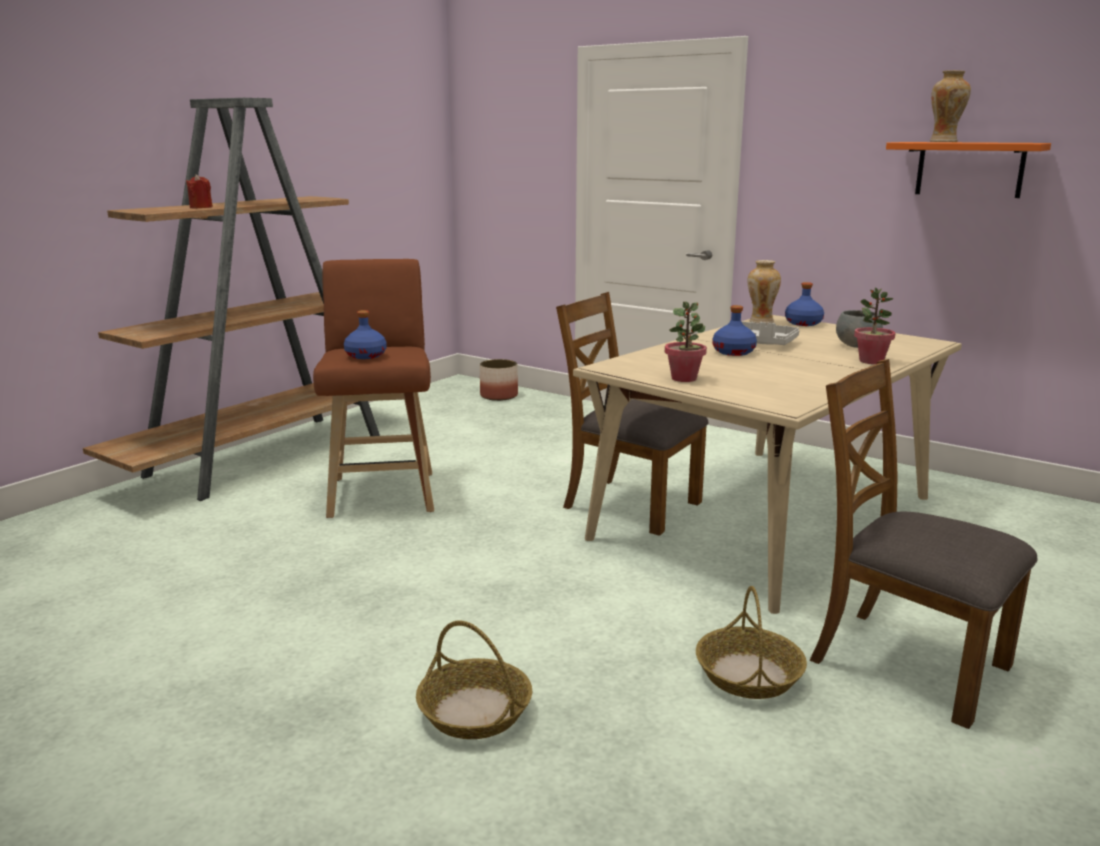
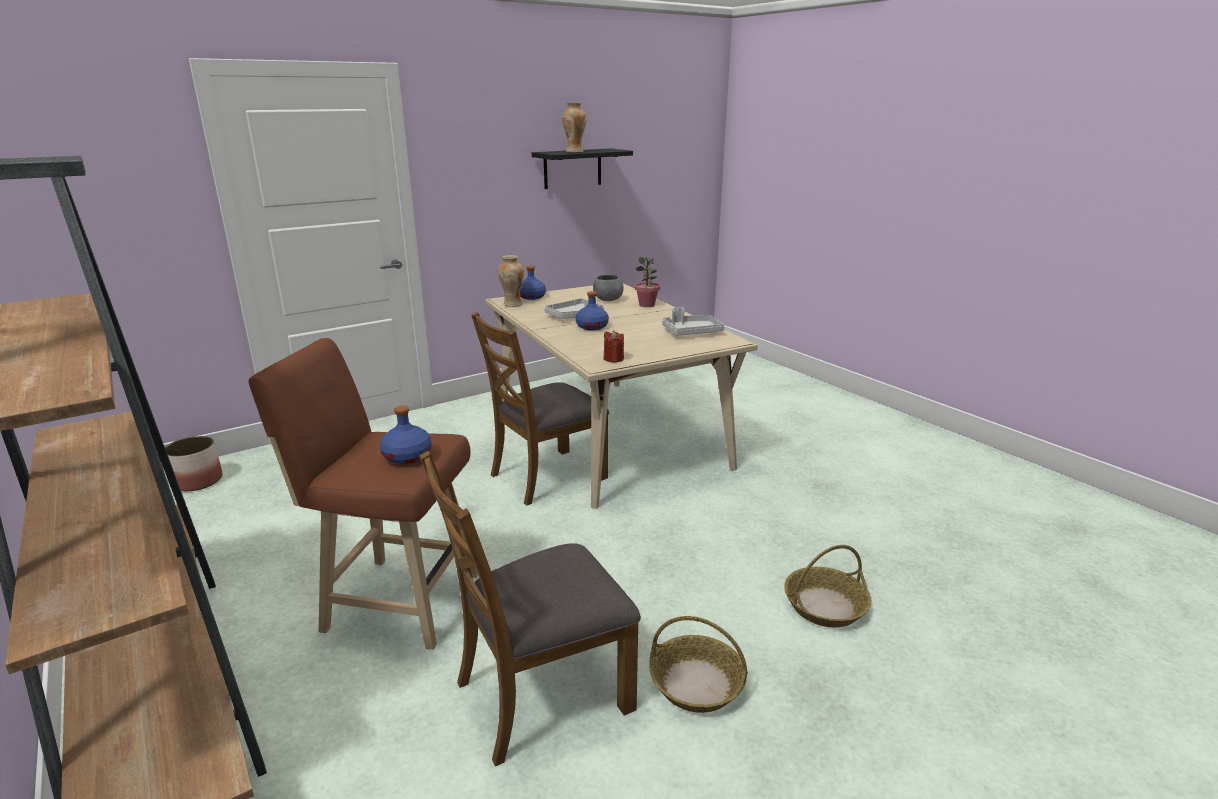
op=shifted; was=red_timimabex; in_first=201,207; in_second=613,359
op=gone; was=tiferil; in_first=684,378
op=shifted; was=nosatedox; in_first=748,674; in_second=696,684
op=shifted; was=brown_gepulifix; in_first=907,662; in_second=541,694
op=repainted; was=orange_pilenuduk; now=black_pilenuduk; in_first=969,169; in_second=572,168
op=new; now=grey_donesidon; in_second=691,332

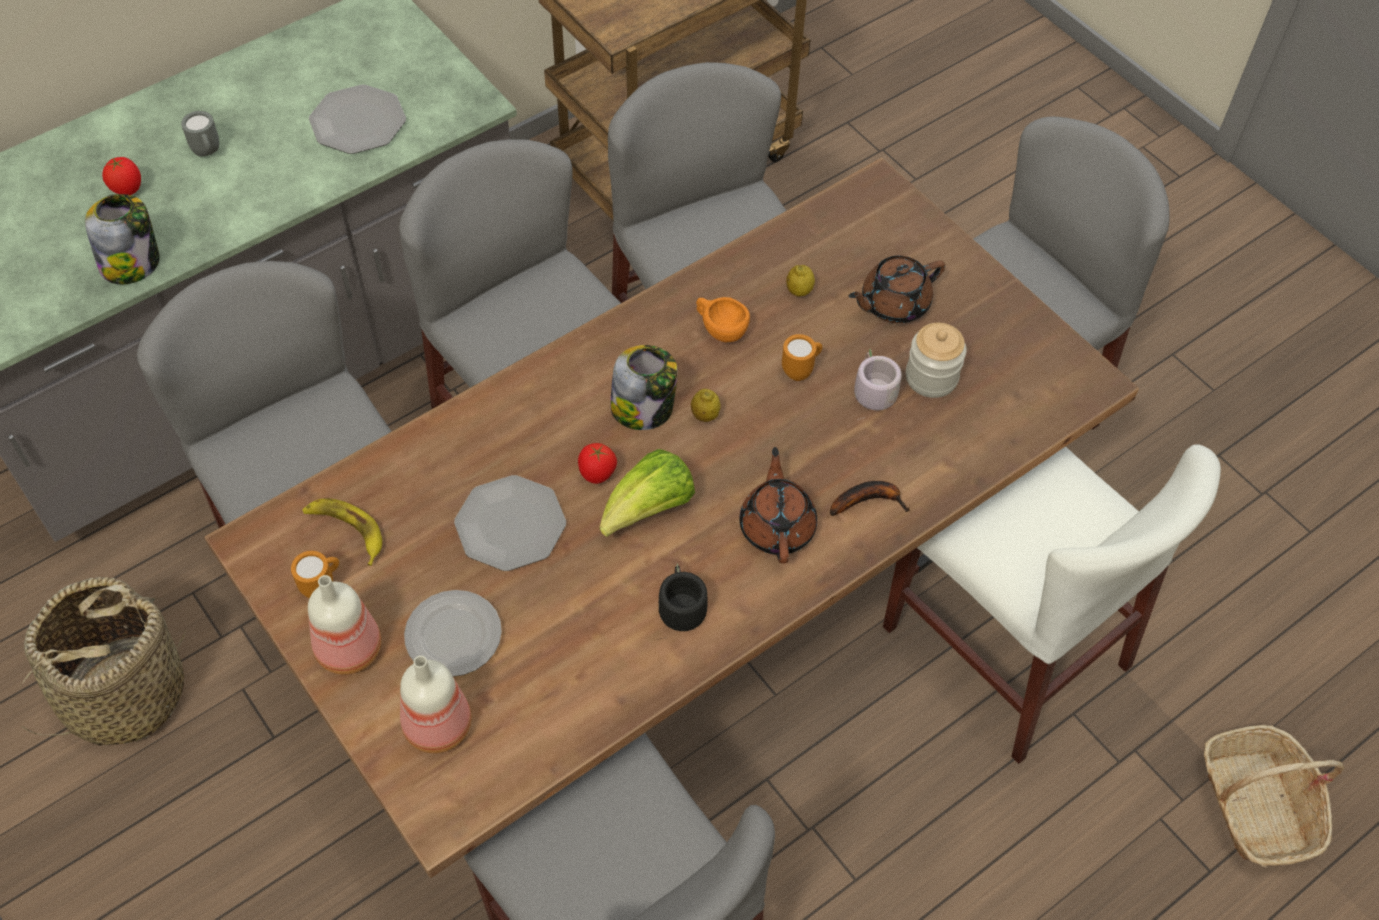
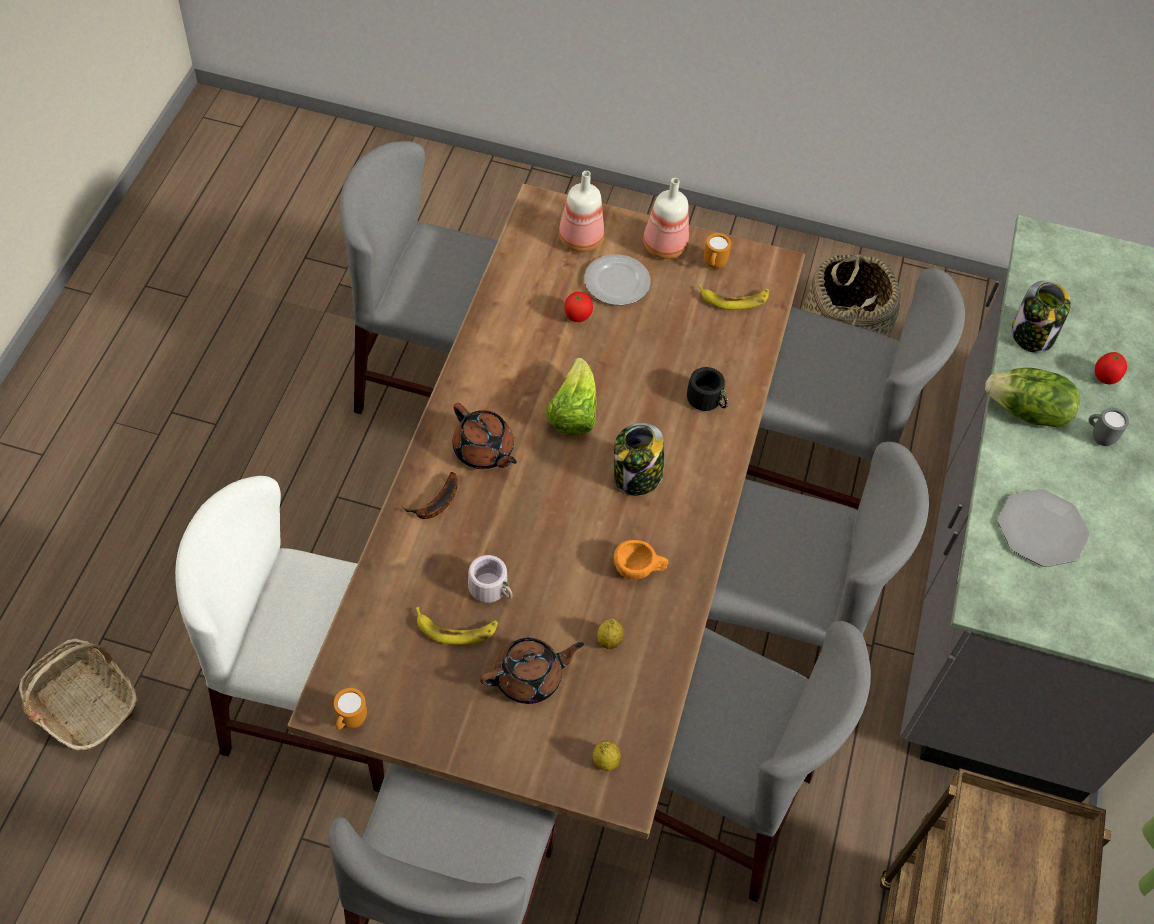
op=gone; was=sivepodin; in_first=510,525
op=shifted; was=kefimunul; in_first=597,475; in_second=577,317
op=shifted; was=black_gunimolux; in_first=678,607; in_second=708,400
op=shifted; was=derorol; in_first=705,415; in_second=605,761
op=shifted; was=orange_gunimolux; in_first=801,370; in_second=350,722
op=rotated; was=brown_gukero; in_first=893,303; in_second=529,677; clockwise=45
op=swapped; was=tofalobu; now=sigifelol; in_first=931,377; in_second=456,629
op=new; now=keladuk; in_second=1027,412

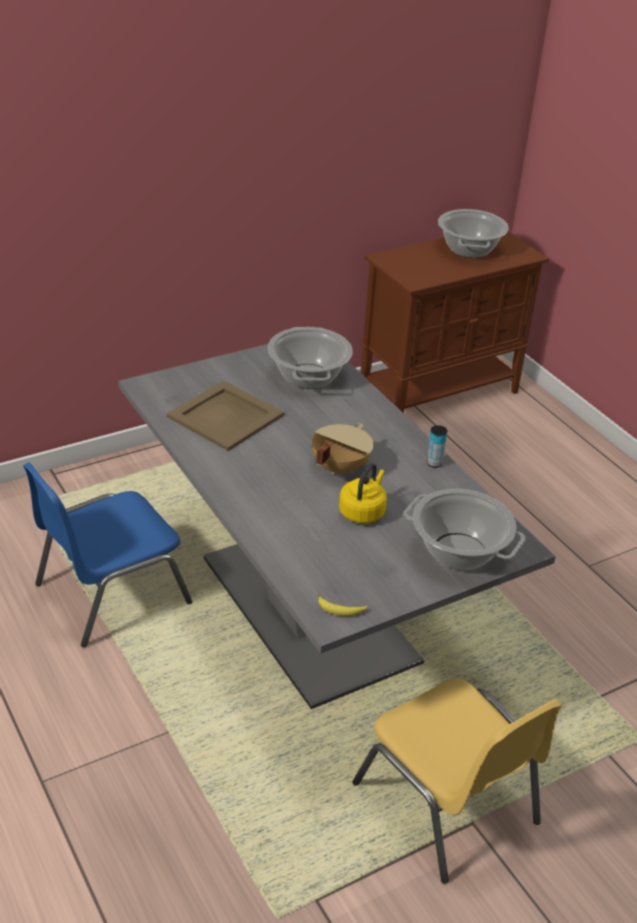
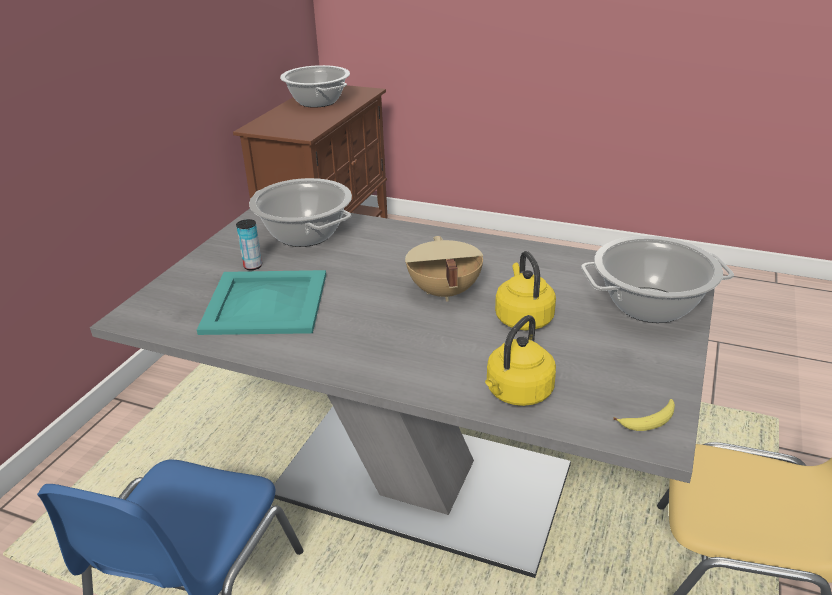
op=repainted; was=beige_donesidon; now=turquoise_donesidon; in_first=224,416; in_second=264,303
op=shifted; was=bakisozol; in_first=434,463; in_second=253,266
op=new; now=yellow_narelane; in_second=517,393

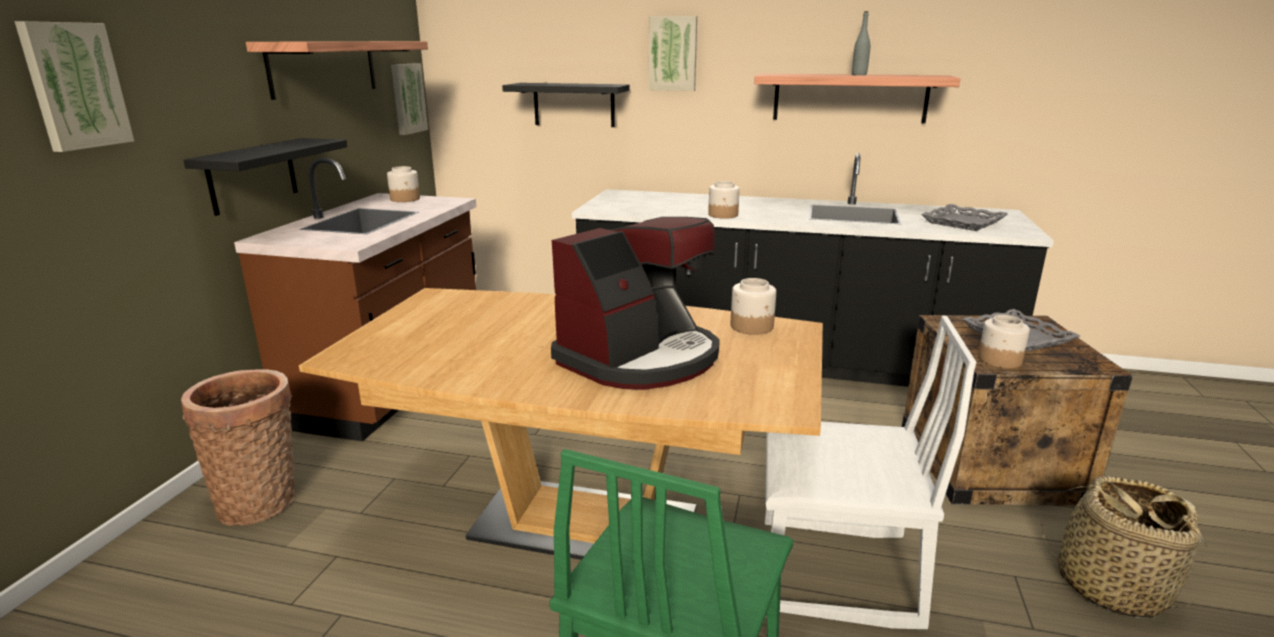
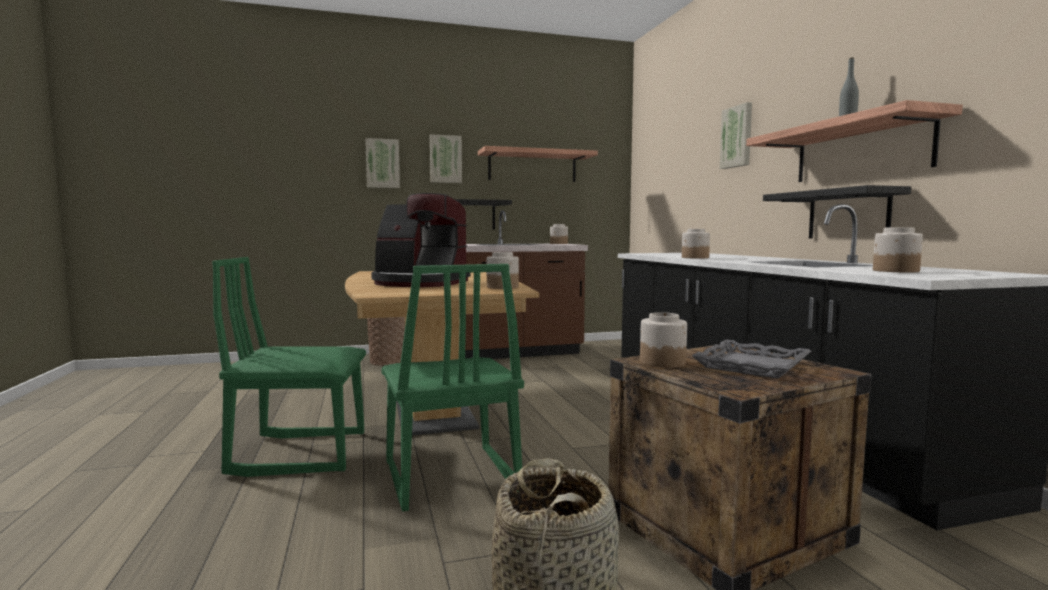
op=shifted; was=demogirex; in_first=407,98; in_second=445,159
op=shifted; was=black_pilenuduk; in_first=574,104; in_second=848,215
op=repainted; was=white_gepulifix; now=green_gepulifix; in_first=837,573; in_second=448,478
op=swapped; was=grey_donesidon; now=tofalobu; in_first=963,222; in_second=895,271

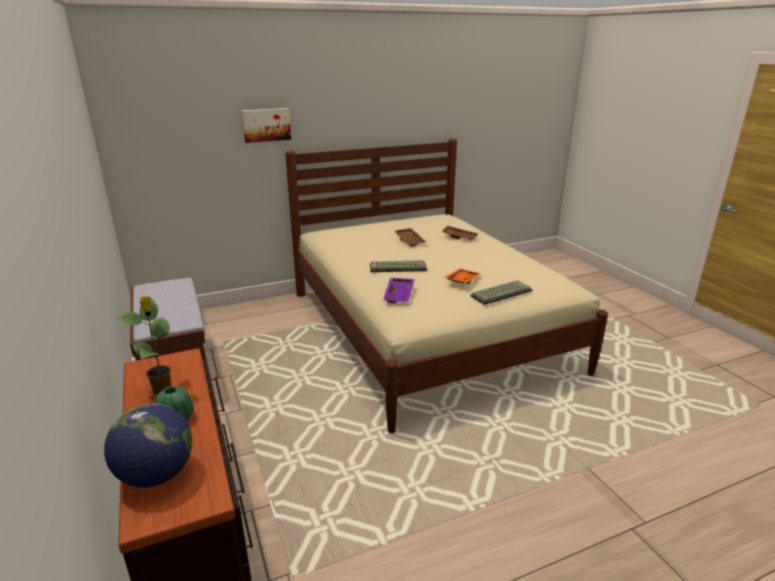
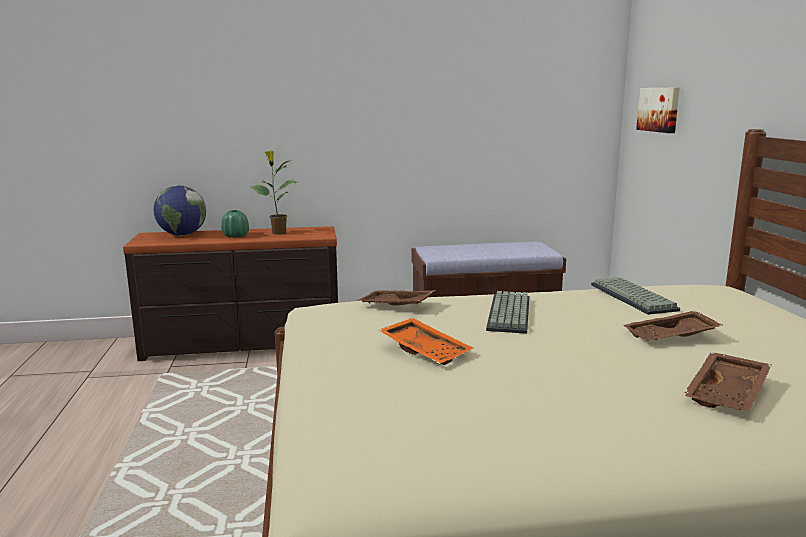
op=shifted; was=demogirex; in_first=266,125; in_second=659,109
op=repainted; was=purple_donesidon; now=brown_donesidon; in_first=400,295; in_second=395,306
op=shifted; was=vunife; in_first=501,293; in_second=634,297

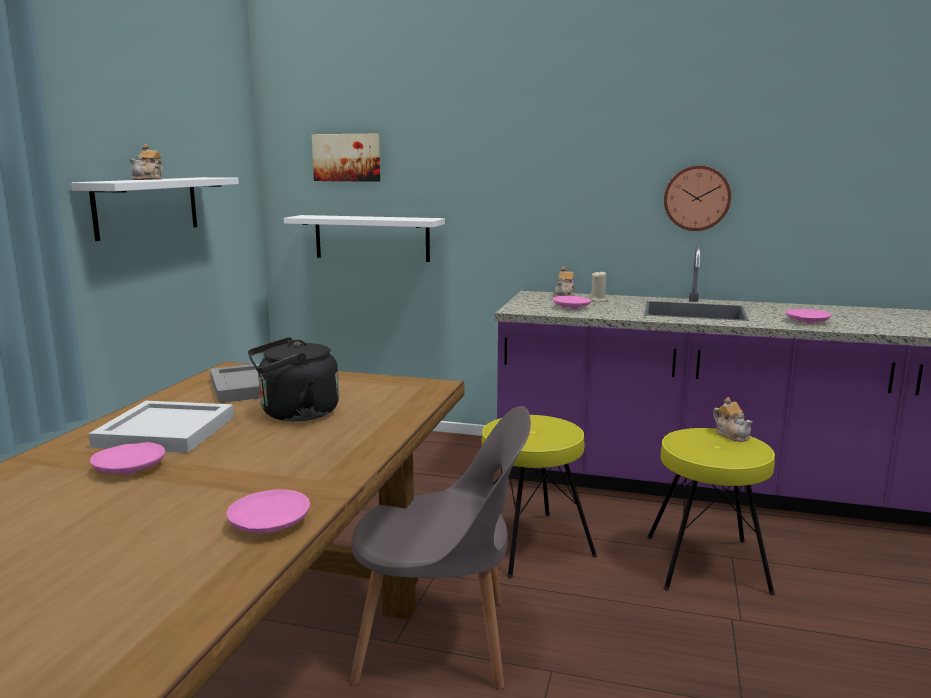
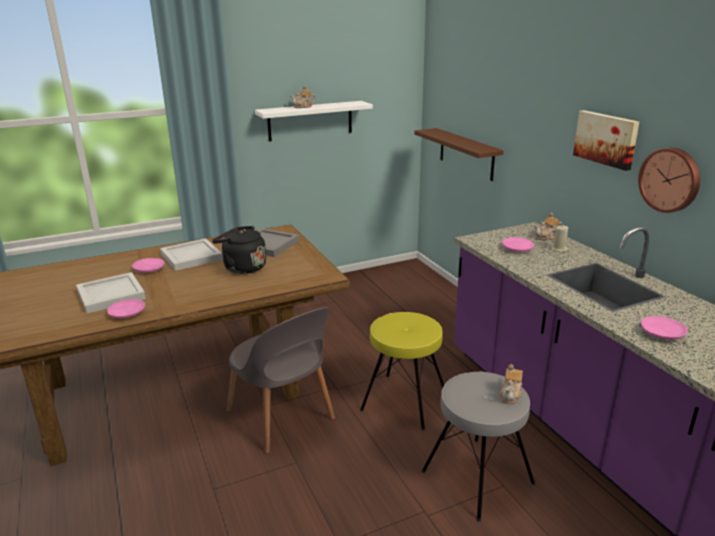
op=repainted; was=white_pilenuduk; now=brown_pilenuduk; in_first=371,238; in_second=466,154
op=shifted; was=demogirex; in_first=347,157; in_second=606,139
op=repainted; was=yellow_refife; now=grey_refife; in_first=706,563; in_second=478,477
op=new; now=white_donesidon; in_second=112,295

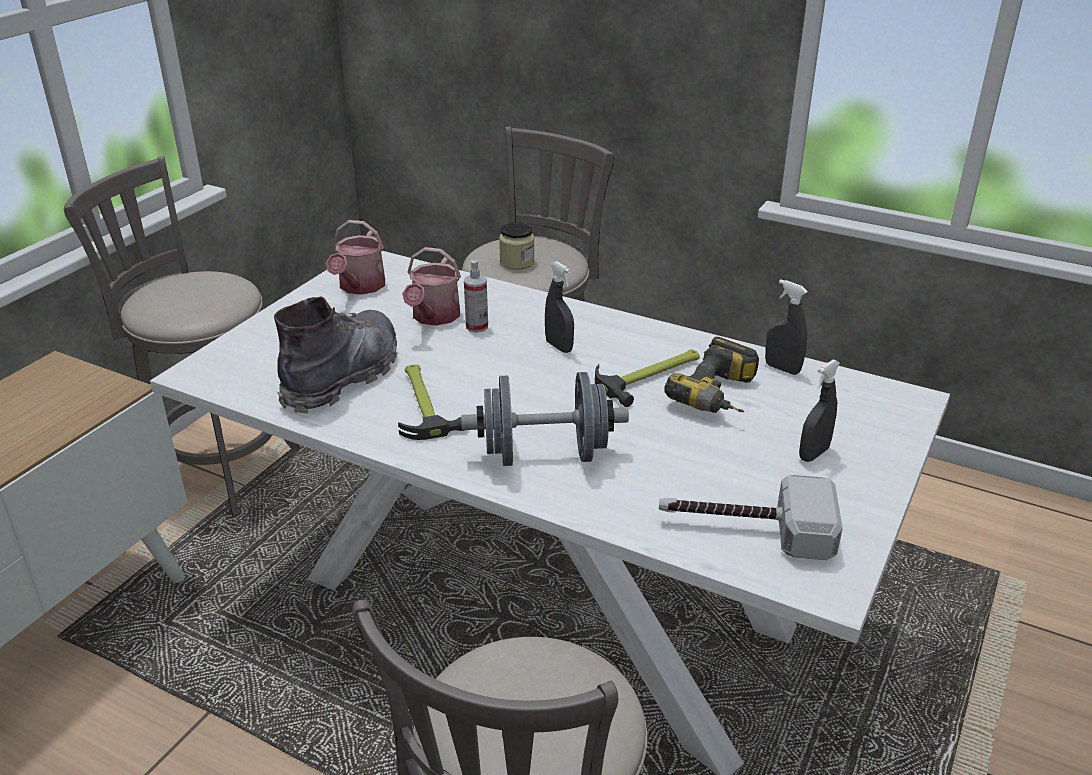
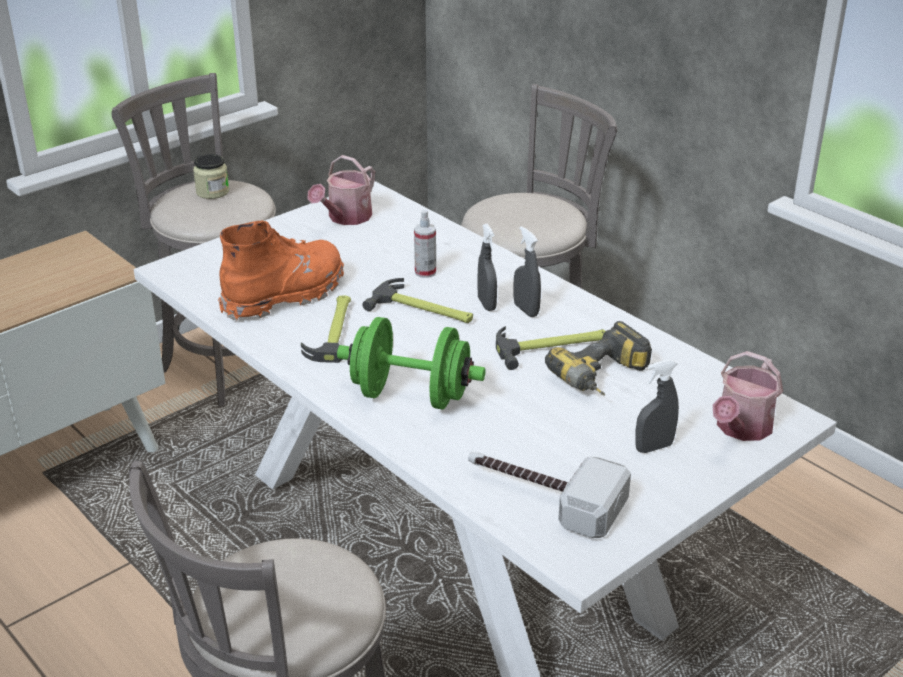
op=repainted; was=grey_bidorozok; now=orange_bidorozok; in_first=343,377; in_second=285,295
op=shifted; was=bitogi; in_first=434,317; in_second=741,429
op=repainted; was=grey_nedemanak; now=green_nedemanak; in_first=545,454; in_second=411,396
op=shifted; was=tofalobu; in_first=517,262; in_second=212,192
op=shifted; was=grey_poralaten; in_first=782,368; in_second=526,310
op=new; now=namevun; in_second=423,310

